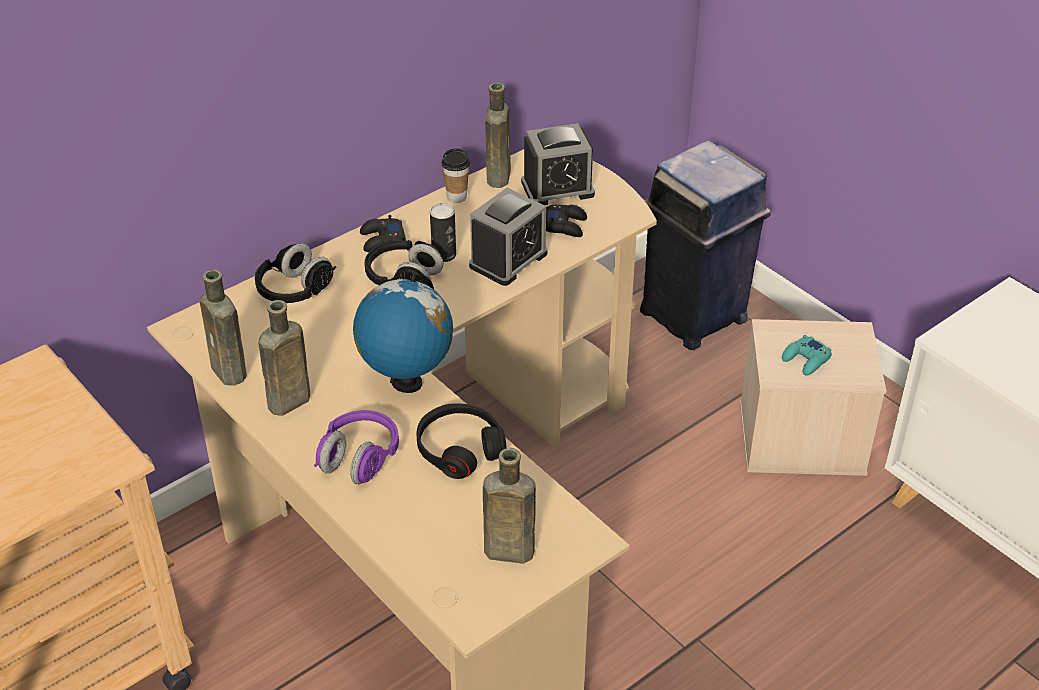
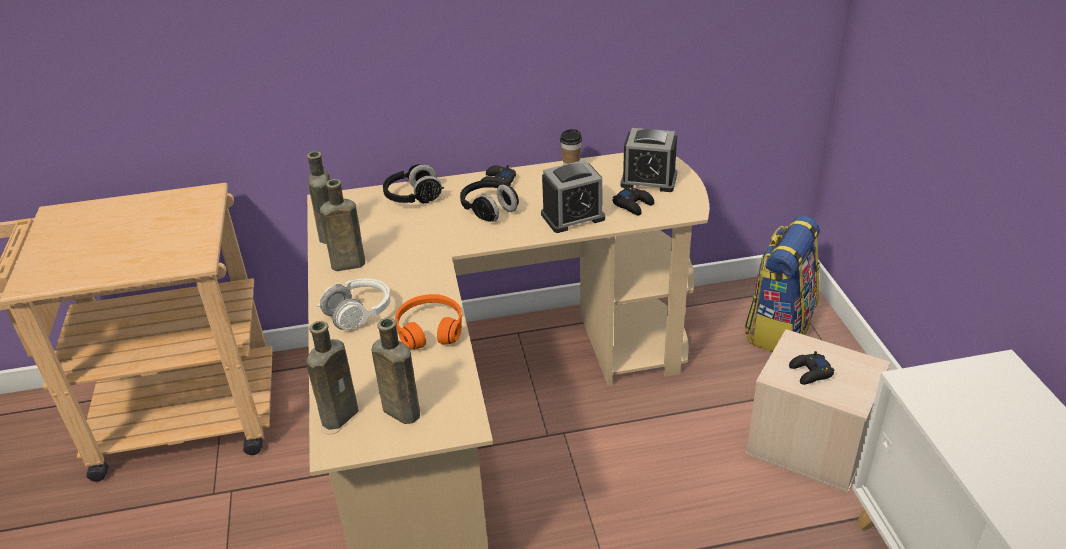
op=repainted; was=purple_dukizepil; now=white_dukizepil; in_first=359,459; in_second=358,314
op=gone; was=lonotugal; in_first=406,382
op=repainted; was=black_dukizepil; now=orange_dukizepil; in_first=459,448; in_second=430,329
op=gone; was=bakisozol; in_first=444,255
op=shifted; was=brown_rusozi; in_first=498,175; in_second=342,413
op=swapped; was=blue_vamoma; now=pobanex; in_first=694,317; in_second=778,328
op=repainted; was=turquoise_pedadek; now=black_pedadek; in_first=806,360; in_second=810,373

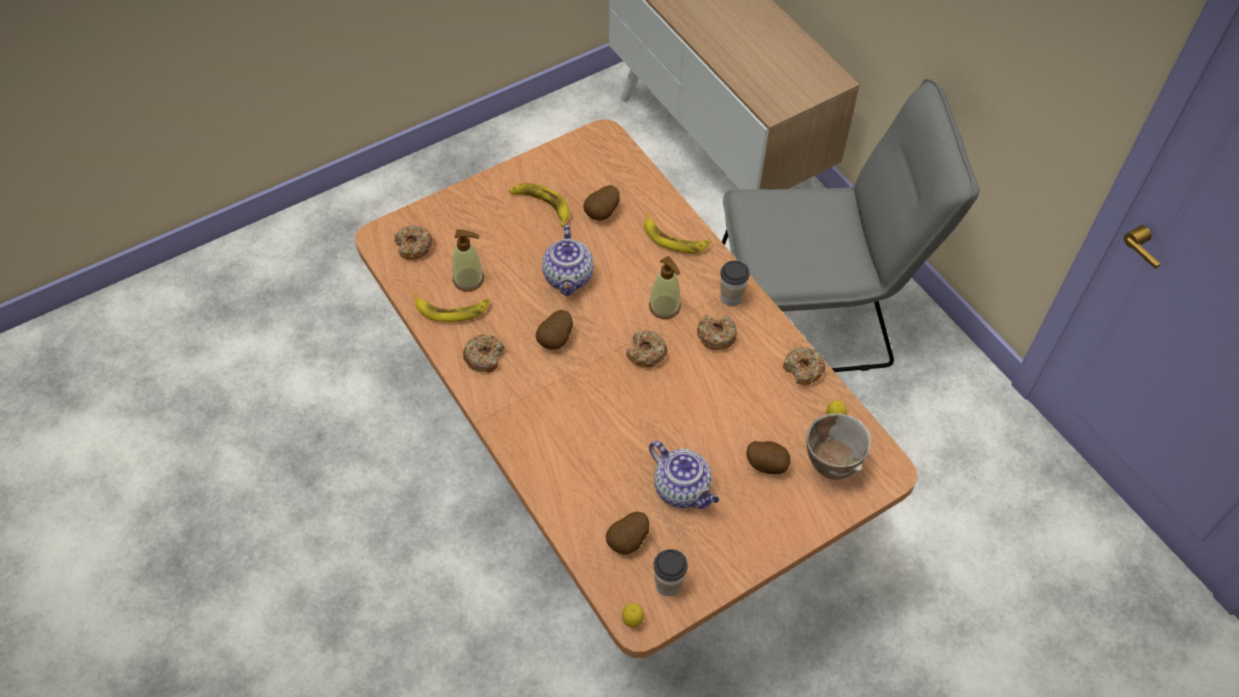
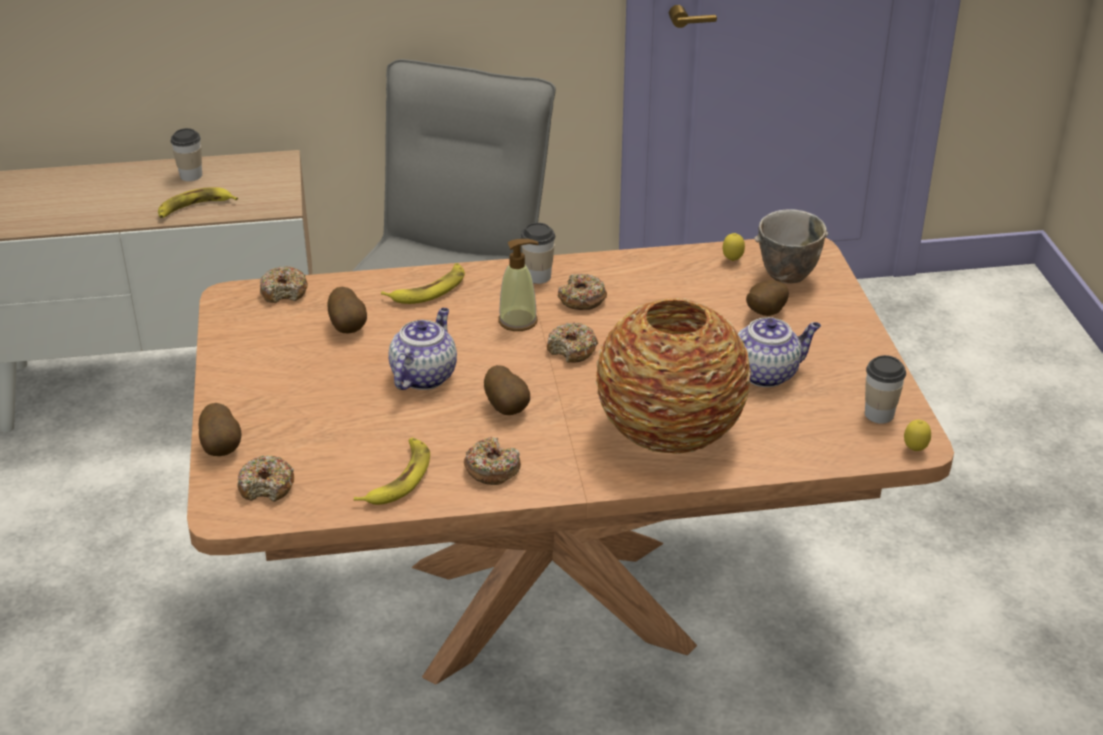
op=gone; was=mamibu; in_first=468,279
op=shifted; was=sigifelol; in_first=541,205; in_second=195,208
op=rotated; was=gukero; in_first=568,278; in_second=424,375; clockwise=-90
op=shifted; was=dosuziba; in_first=628,542; in_second=222,448
op=shifted; was=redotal; in_first=803,370; in_second=284,292
op=new; now=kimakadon; in_second=191,175
op=new; now=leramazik; in_second=668,432

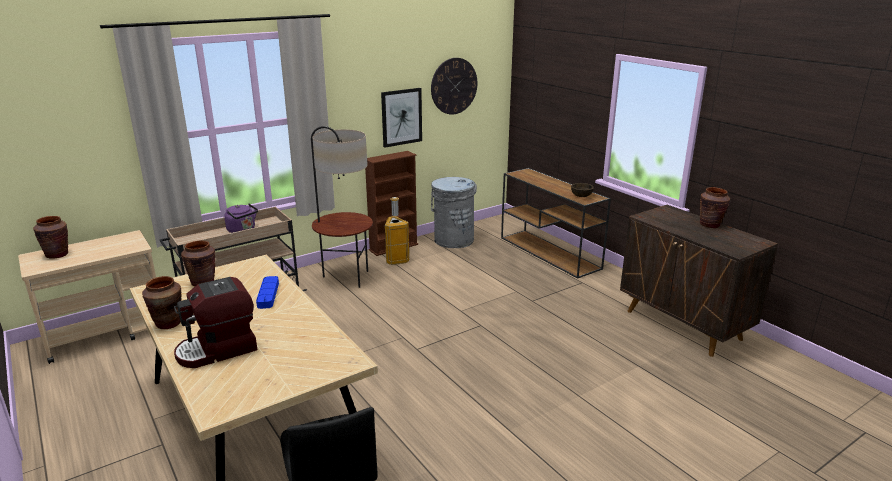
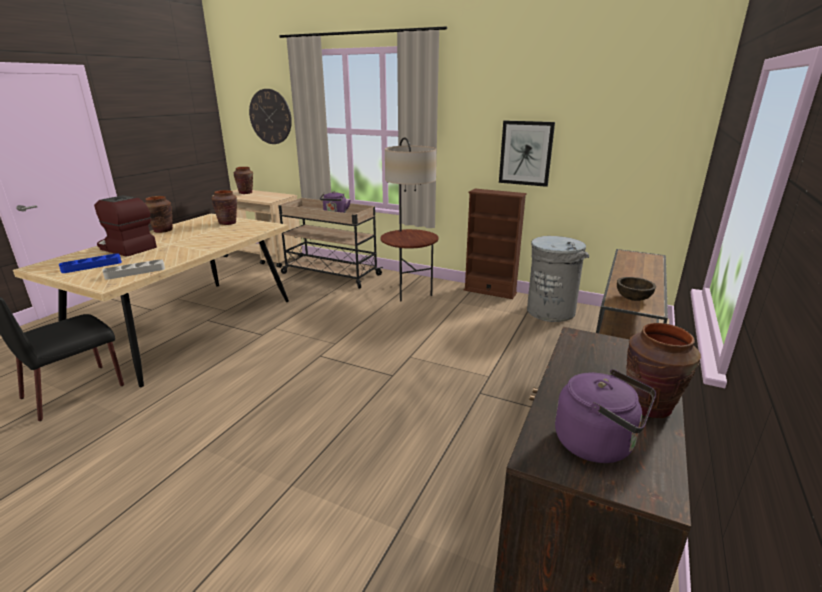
op=shifted; was=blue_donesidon; in_first=268,295; in_second=92,266
op=gone; was=vamoma; in_first=396,260
op=shifted; was=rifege; in_first=454,86; in_second=270,117
op=new; now=grey_donesidon; in_second=135,272
op=new; now=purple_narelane; in_second=598,444

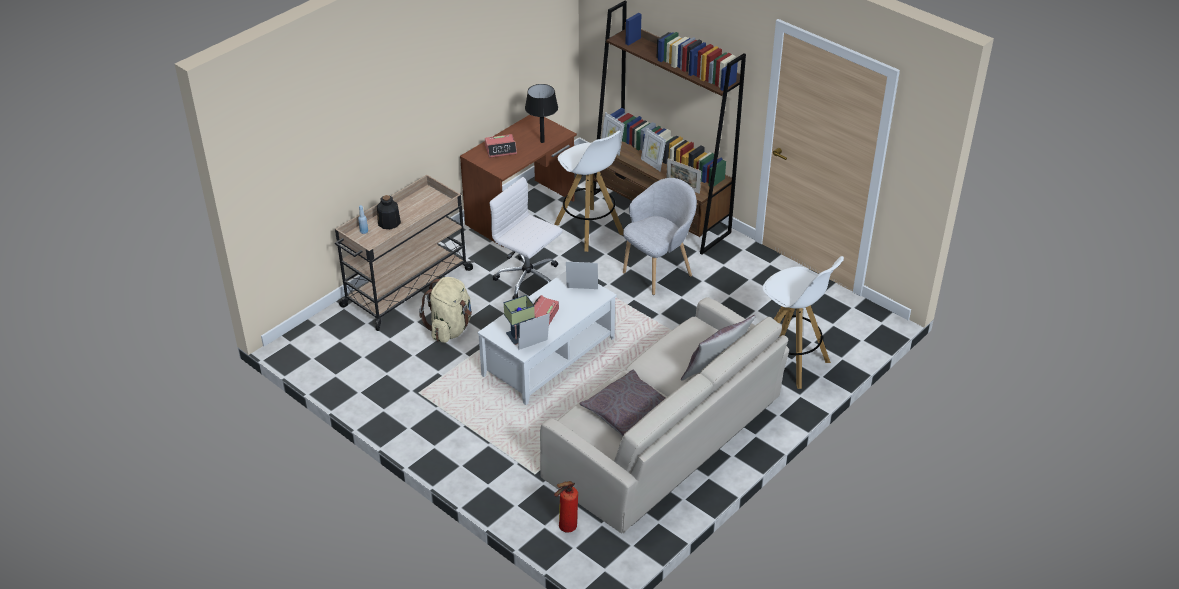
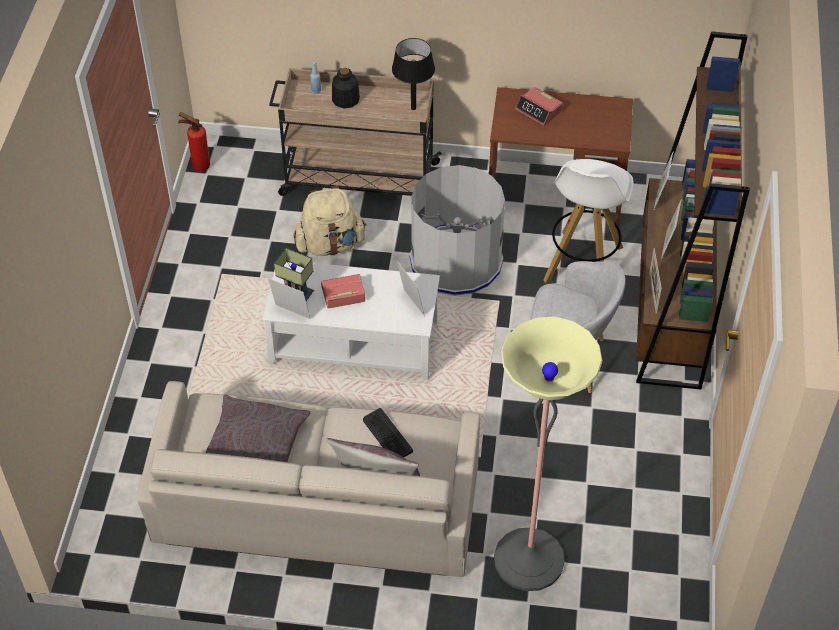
op=swapped; was=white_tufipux; now=grey_vamoma; in_first=528,279; in_second=456,261
op=shifted; was=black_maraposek; in_first=542,141; in_second=413,108
op=shifted; was=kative; in_first=565,528; in_second=198,166
op=swapped; was=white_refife; now=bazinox; in_first=791,361; in_second=529,560
op=new; now=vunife; in_second=387,435

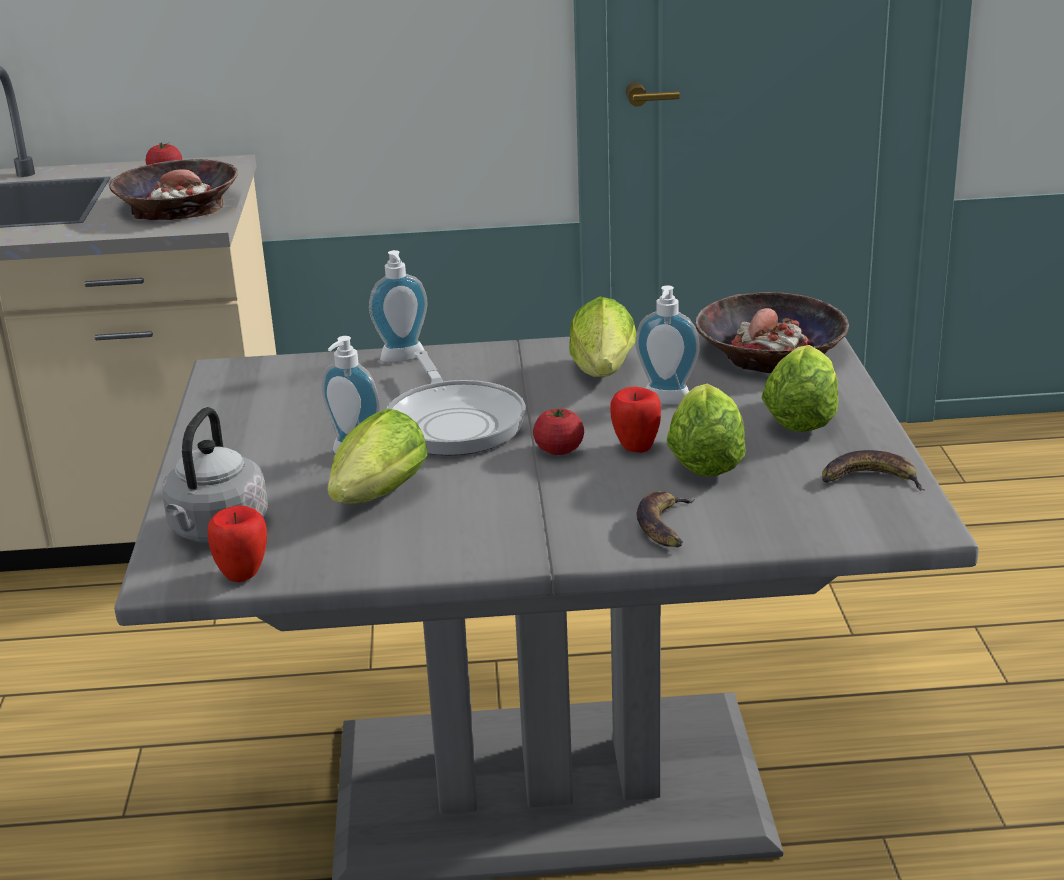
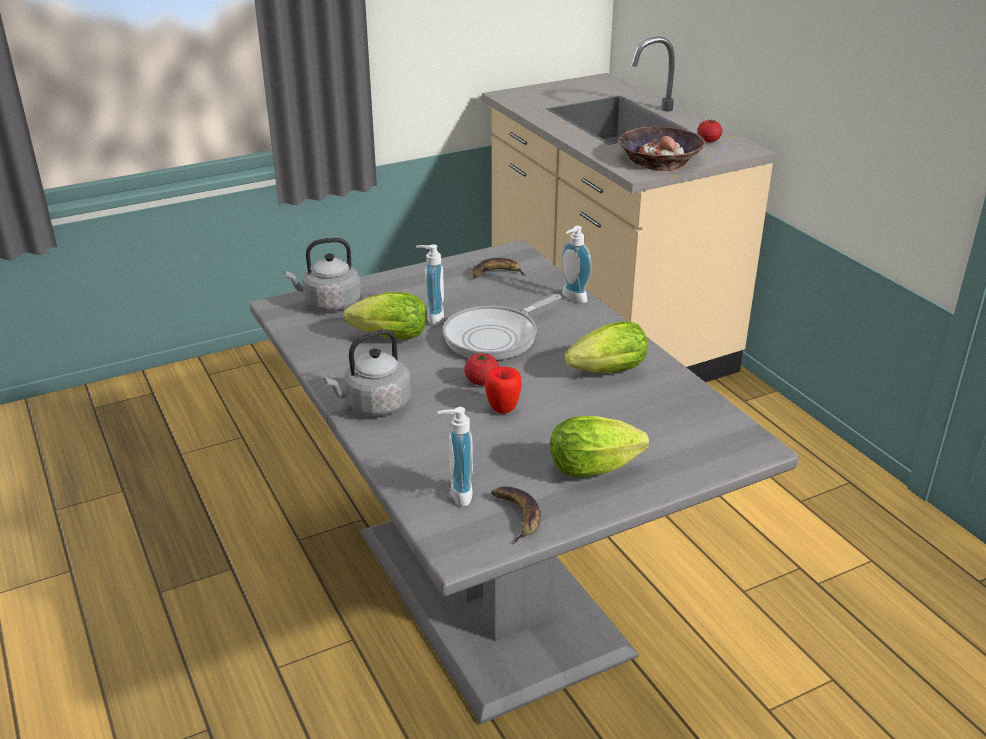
op=gone; was=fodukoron; in_first=243,575
op=shifted; was=mamibu; in_first=666,402; in_second=456,494
op=shifted; was=sigifelol; in_first=666,526; in_second=496,274
op=gone; was=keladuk; in_first=705,459
op=gone; was=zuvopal; in_first=771,352
op=new; now=grey_narelane; in_second=374,405

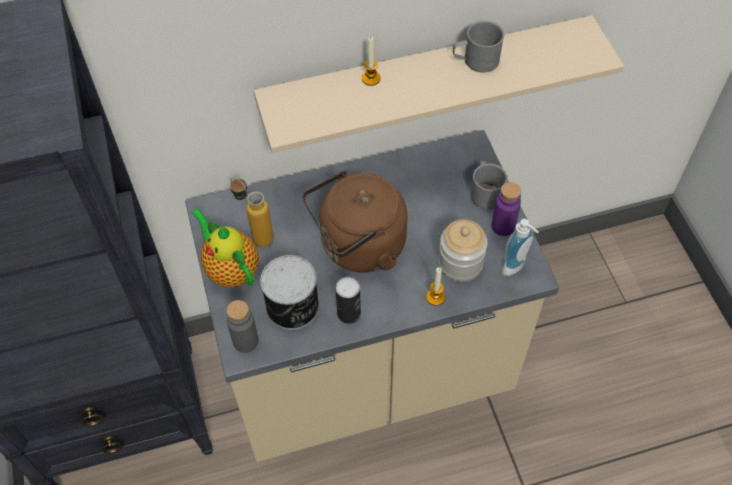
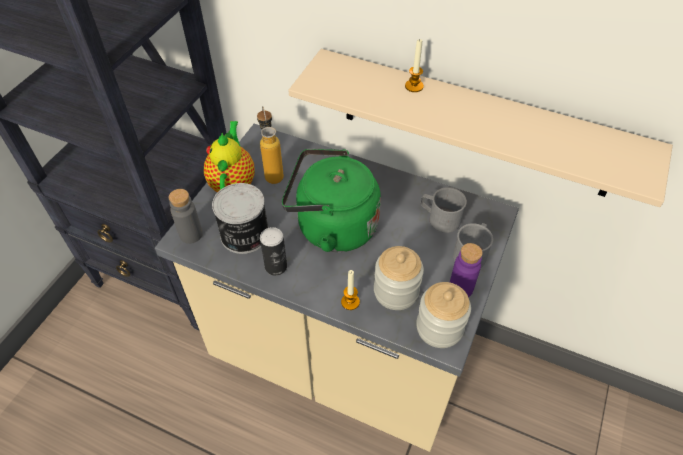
op=repainted; was=brown_narelane; now=green_narelane; in_first=358,247; in_second=332,227
op=shifted; was=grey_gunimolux; in_first=475,61; in_second=439,218
op=swapped; was=mamibu; now=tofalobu; in_first=516,267; in_second=439,327

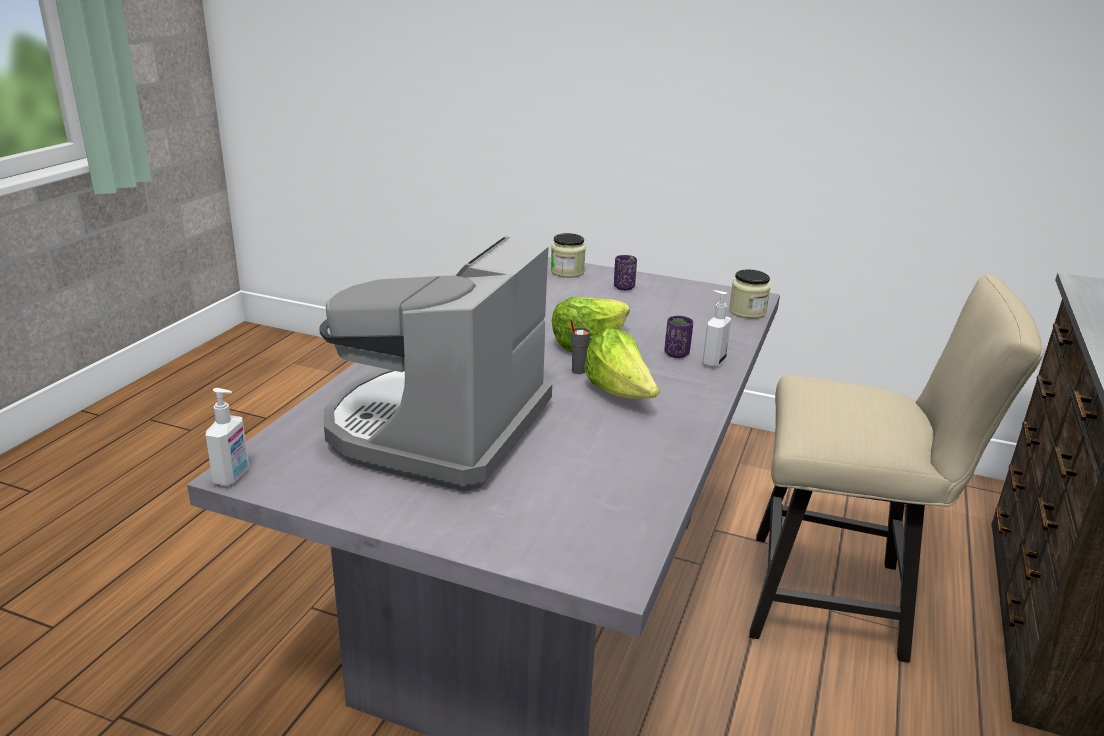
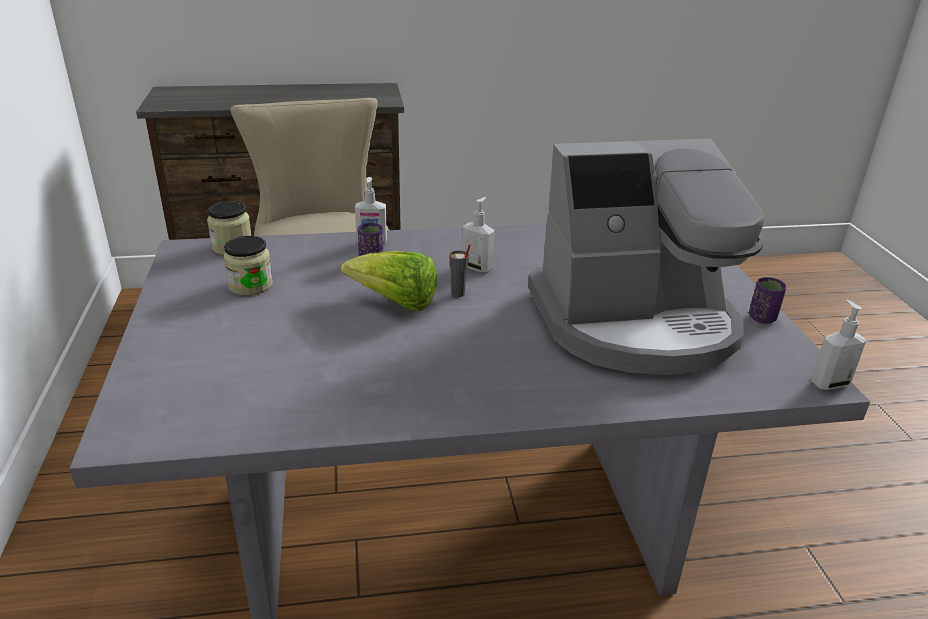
op=shifted; was=tofalobu; in_first=567,272; in_second=250,285
op=swapped; was=keladuk; now=mamibu; in_first=620,394; in_second=477,267
op=shifted; was=purple_kimakadon; in_first=624,287; in_second=762,318

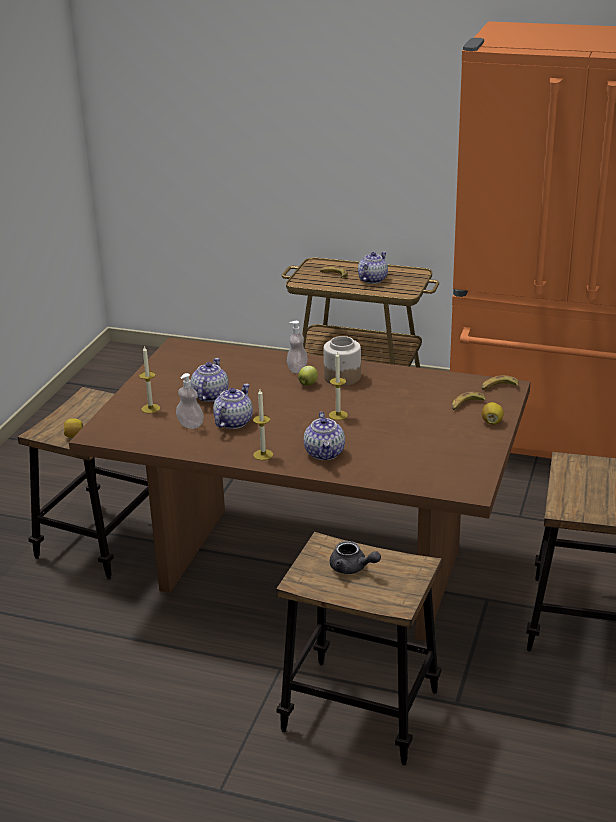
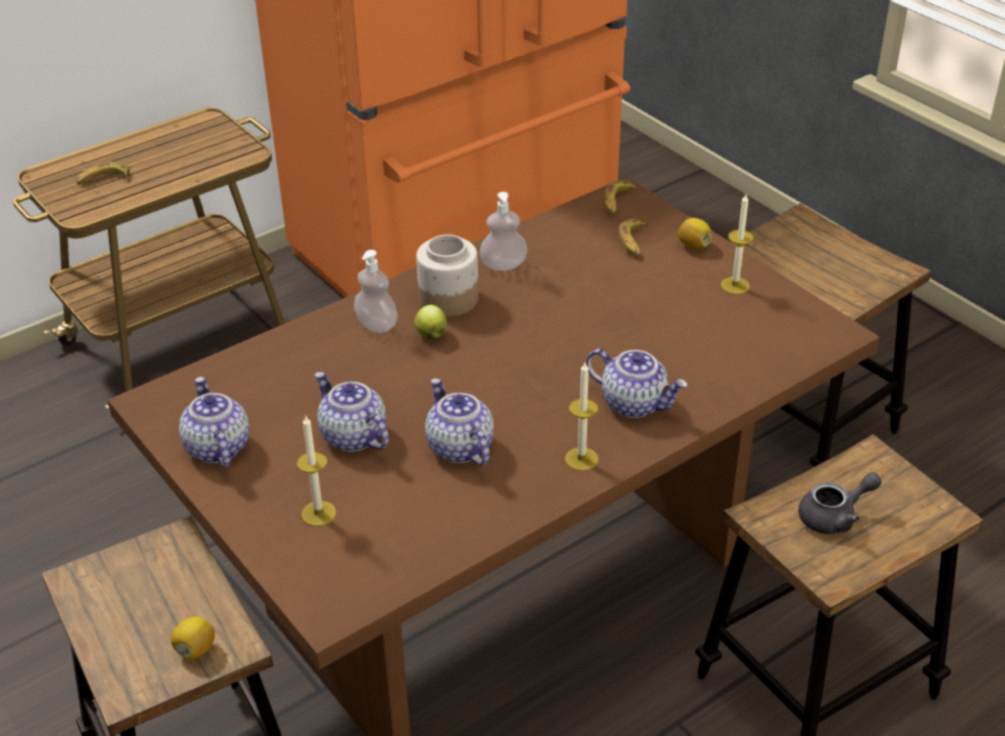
op=shifted; was=mamibu; in_first=190,424; in_second=503,265
op=shifted; was=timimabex; in_first=338,415; in_second=735,285
op=shifted; was=gukero; in_first=372,279; in_second=216,447

